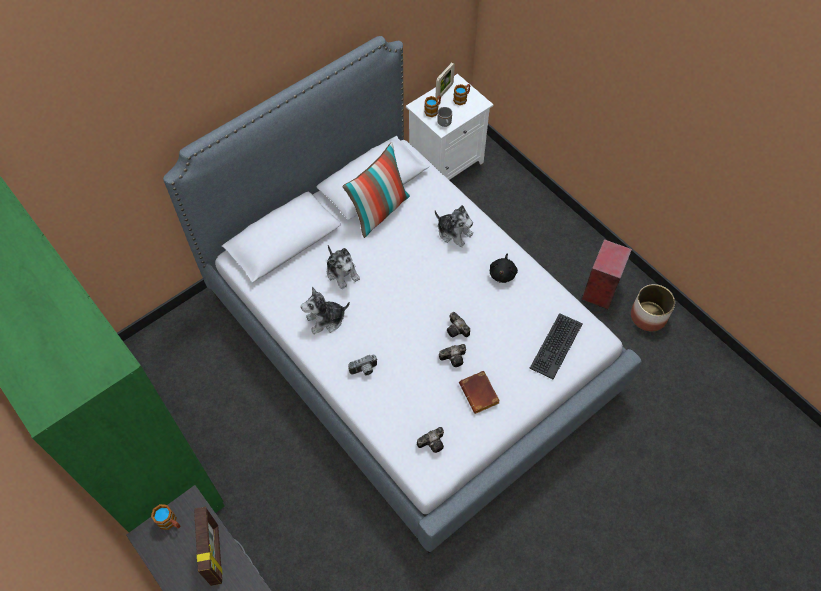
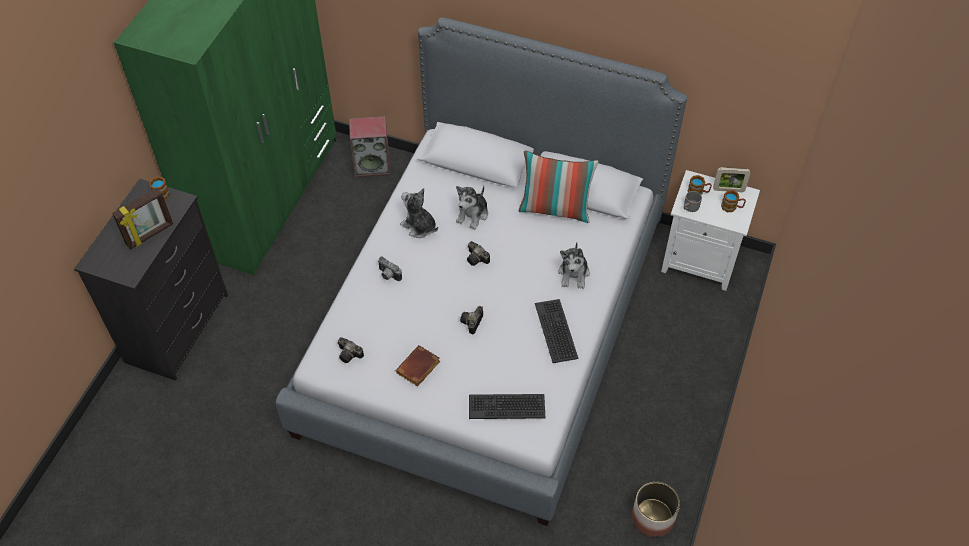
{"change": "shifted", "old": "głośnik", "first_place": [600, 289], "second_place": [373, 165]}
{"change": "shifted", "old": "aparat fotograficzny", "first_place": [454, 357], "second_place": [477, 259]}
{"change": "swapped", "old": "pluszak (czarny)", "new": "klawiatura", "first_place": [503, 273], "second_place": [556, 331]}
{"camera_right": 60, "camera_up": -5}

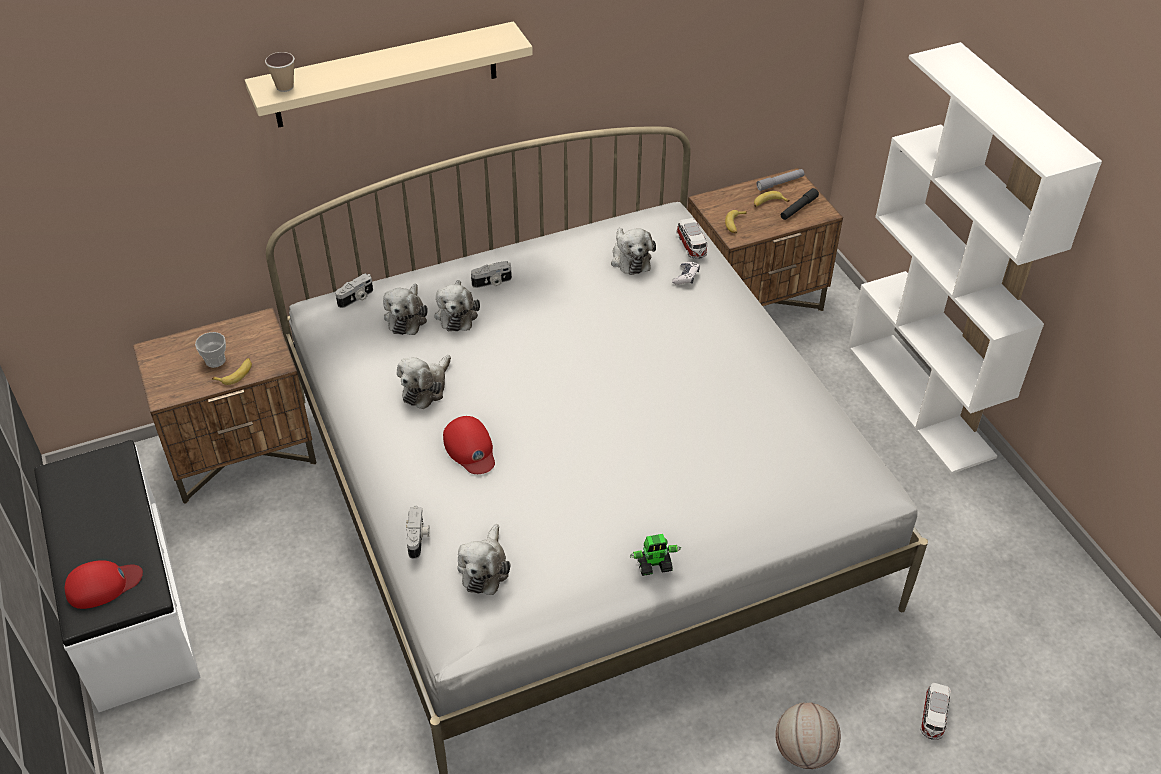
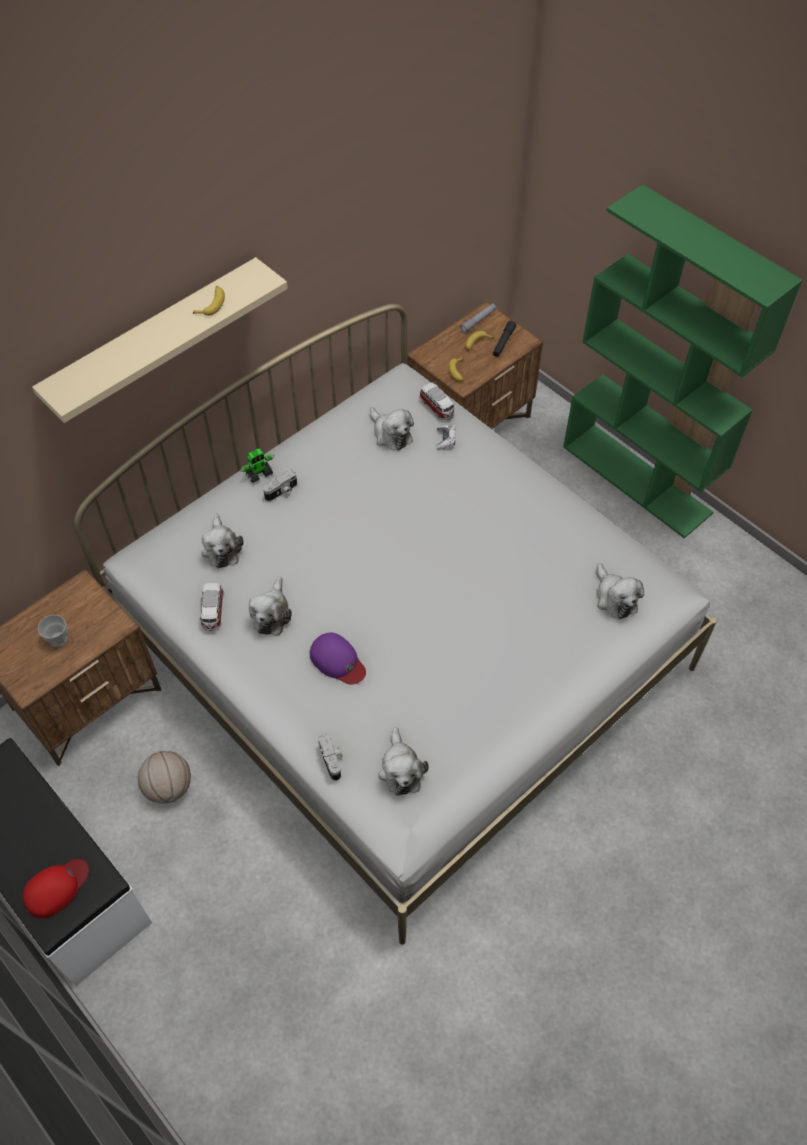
{"change": "shifted", "old": "piłka do koszykówki", "first_place": [803, 751], "second_place": [168, 787]}
{"change": "shifted", "old": "banan", "first_place": [236, 374], "second_place": [211, 304]}
{"change": "shifted", "old": "samochodzik", "first_place": [933, 717], "second_place": [213, 612]}
{"change": "shifted", "old": "robot zabawkowy", "first_place": [654, 565], "second_place": [259, 473]}
{"change": "repainted", "old": "czapka z daszkiem (czerwony)", "new": "czapka z daszkiem (fioletowy)", "first_place": [470, 448], "second_place": [337, 661]}
{"change": "repainted", "old": "regał (biały)", "new": "regał (zielony)", "first_place": [920, 401], "second_place": [637, 479]}
{"change": "shifted", "old": "pluszak", "first_place": [456, 314], "second_place": [615, 598]}
{"change": "gone", "old": "filiżanka", "first_place": [285, 87]}
{"change": "gone", "old": "aparat fotograficzny", "first_place": [356, 298]}
{"camera_right": -20, "camera_up": 10}

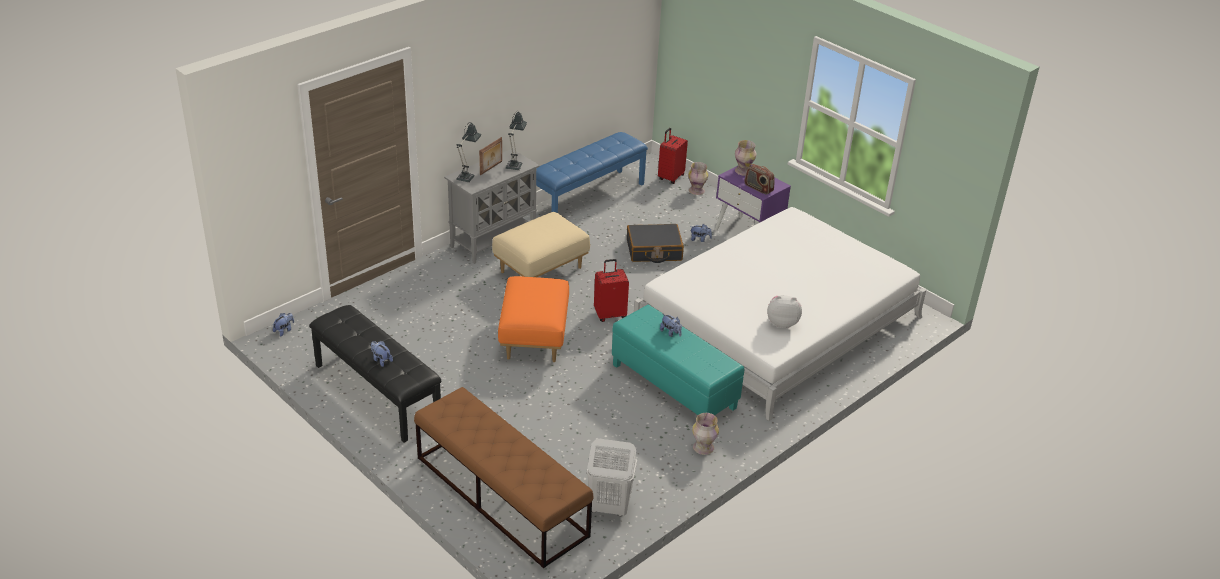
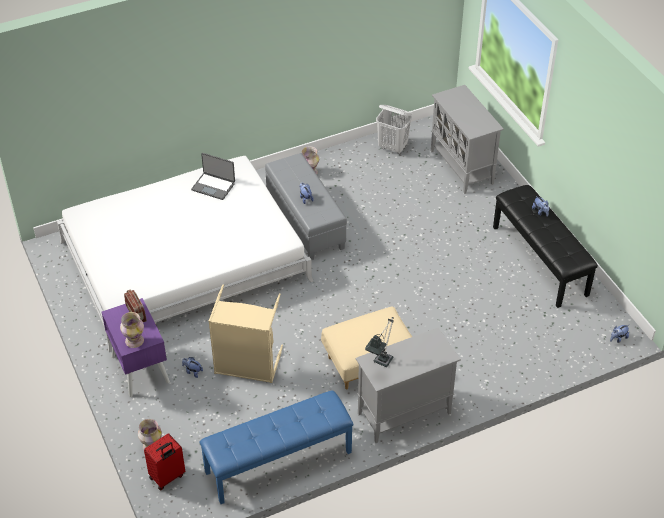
{"change": "swapped", "old": "pluszak", "new": "laptop", "first_place": [782, 322], "second_place": [213, 186]}
{"change": "swapped", "old": "walizka (czarny)", "new": "kosz na pranie (beżowy)", "first_place": [654, 250], "second_place": [247, 366]}
{"change": "repainted", "old": "pufa (turkusowy)", "new": "pufa (szary)", "first_place": [674, 386], "second_place": [305, 221]}
{"change": "swapped", "old": "ławka (brązowy)", "new": "szafka (szary)", "first_place": [501, 496], "second_place": [462, 167]}
{"change": "gone", "old": "lampa stołowa", "first_place": [467, 176]}
{"change": "gone", "old": "ramka na zdjęcie", "first_place": [491, 168]}
{"change": "gone", "old": "pufa (pomarańczowy)", "first_place": [533, 337]}
{"change": "gone", "old": "walizka (czerwony)", "first_place": [610, 314]}
{"camera_right": -160, "camera_up": 10}

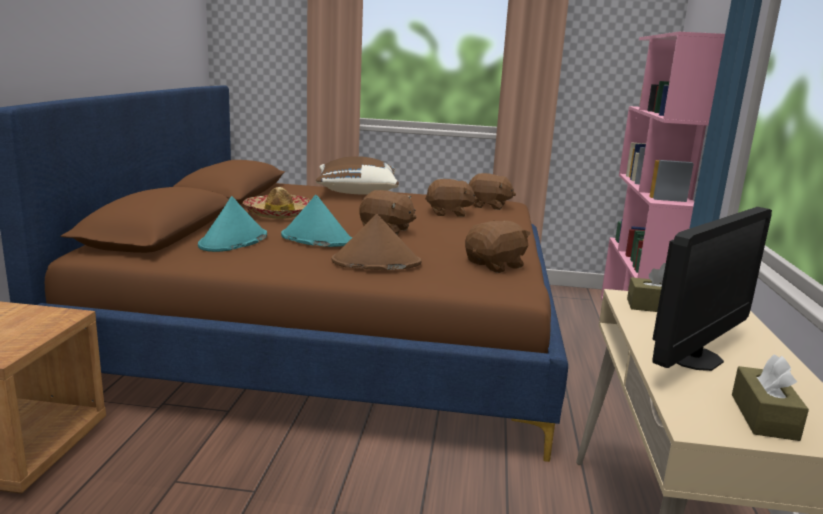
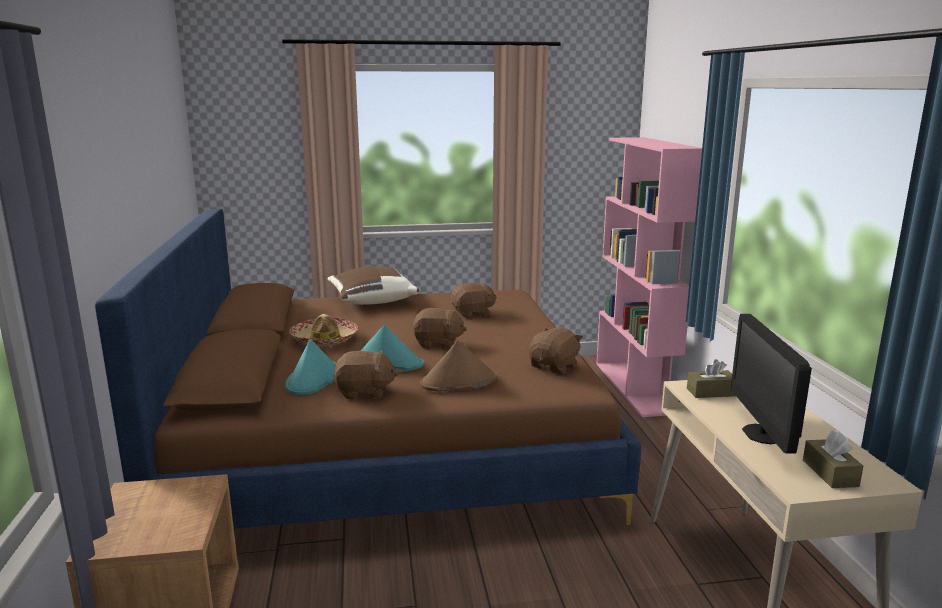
{"change": "shifted", "old": "pluszak (brązowy)", "first_place": [488, 206], "second_place": [365, 392]}
{"change": "rotated", "old": "monitor", "first_place": [694, 358], "second_place": [762, 434], "degrees": 150}
{"camera_right": -15, "camera_up": 0}

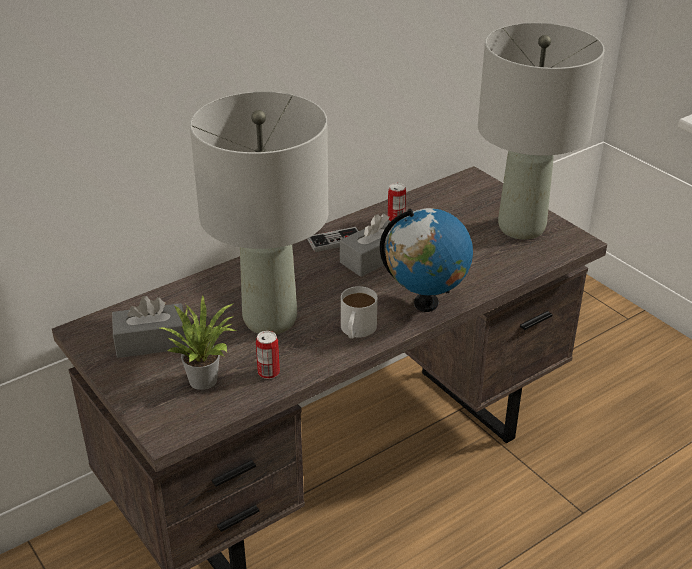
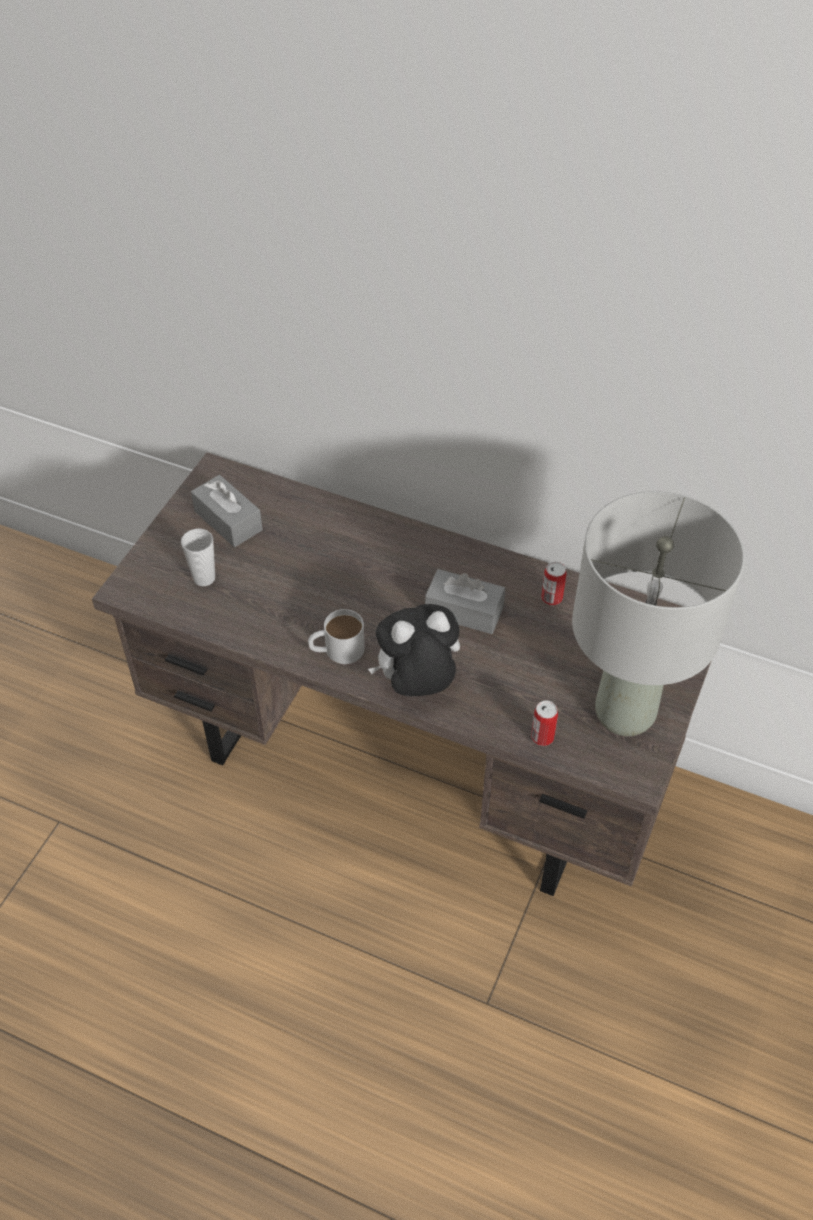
{"change": "swapped", "old": "roślina doniczkowa", "new": "filiżanka", "first_place": [205, 378], "second_place": [204, 578]}
{"change": "swapped", "old": "globus", "new": "pluszak", "first_place": [425, 303], "second_place": [417, 685]}
{"change": "shifted", "old": "puszka", "first_place": [268, 372], "second_place": [542, 737]}
{"change": "gone", "old": "lampa stołowa (szary)", "first_place": [269, 319]}
{"change": "gone", "old": "pad do gier", "first_place": [335, 241]}
{"camera_right": 60, "camera_up": 15}

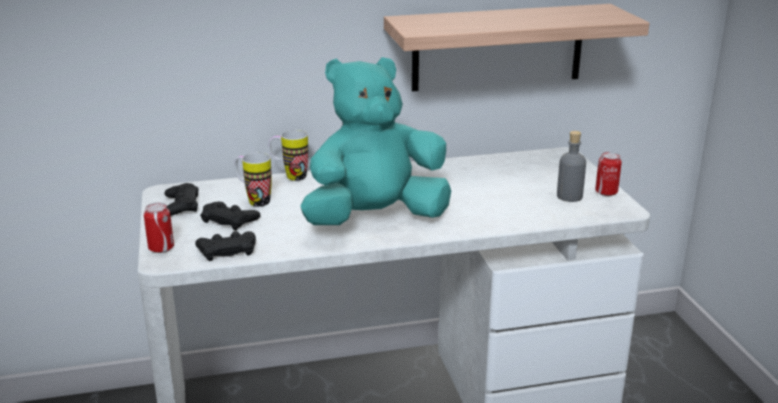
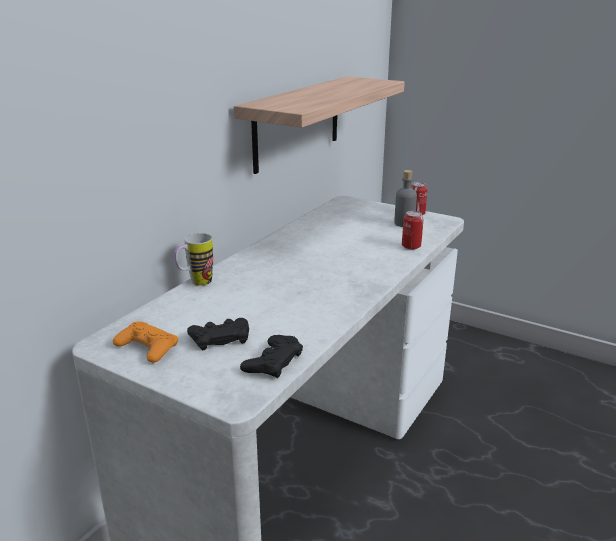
{"change": "repainted", "old": "pad do gier (czarny)", "new": "pad do gier (pomarańczowy)", "first_place": [181, 205], "second_place": [147, 347]}
{"change": "shifted", "old": "puszka", "first_place": [161, 248], "second_place": [411, 246]}
{"change": "gone", "old": "kubek", "first_place": [254, 200]}
{"change": "gone", "old": "pluszak (turkusowy)", "first_place": [375, 218]}
{"camera_right": -45, "camera_up": 0}

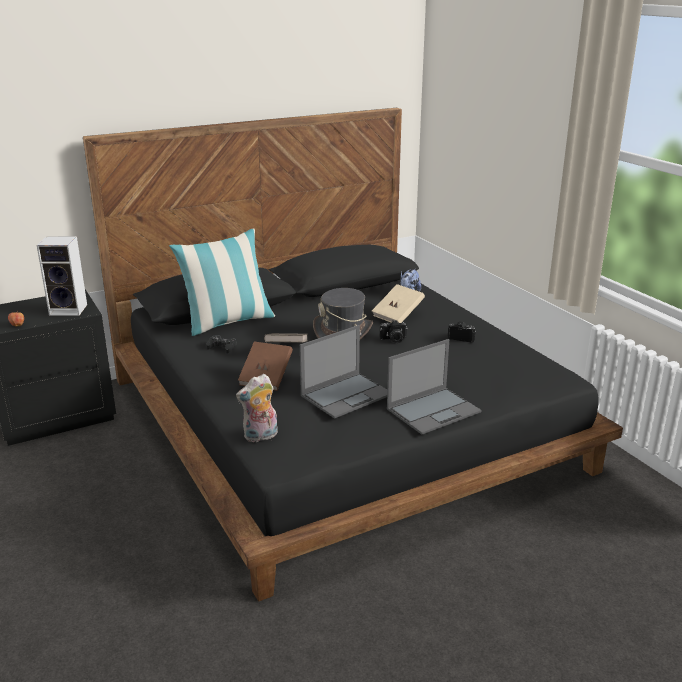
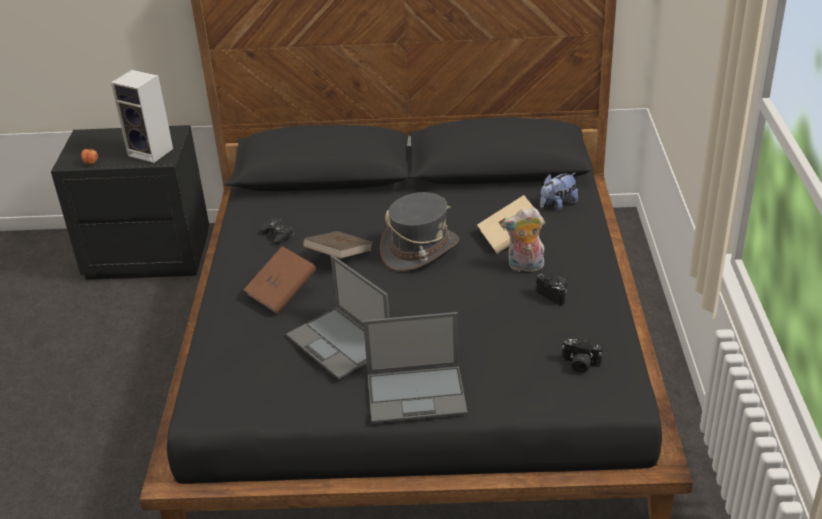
{"change": "rotated", "old": "laptop", "first_place": [347, 395], "second_place": [340, 343], "degrees": 60}
{"change": "shifted", "old": "pluszak", "first_place": [260, 437], "second_place": [525, 267]}
{"change": "shifted", "old": "aparat fotograficzny", "first_place": [393, 339], "second_place": [580, 365]}
{"change": "gone", "old": "poduszka", "first_place": [227, 322]}
{"camera_right": 30, "camera_up": 10}

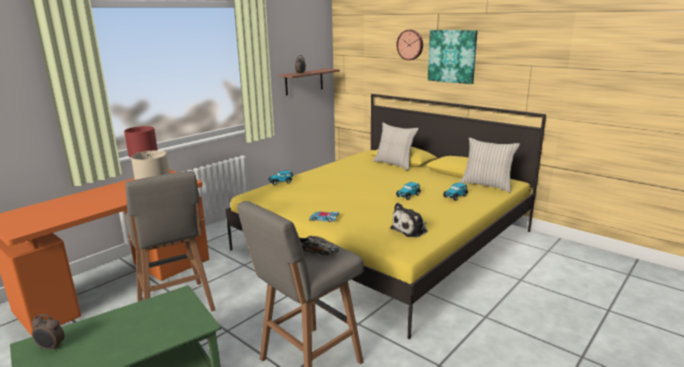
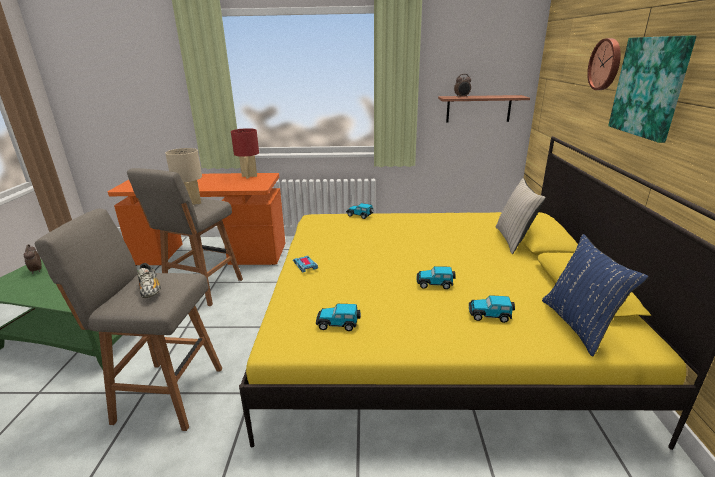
{"change": "swapped", "old": "pluszak", "new": "samochodzik", "first_place": [411, 230], "second_place": [338, 324]}
{"change": "repainted", "old": "poduszka (beżowy)", "new": "poduszka (niebieski)", "first_place": [486, 185], "second_place": [578, 325]}
{"camera_right": 50, "camera_up": 5}

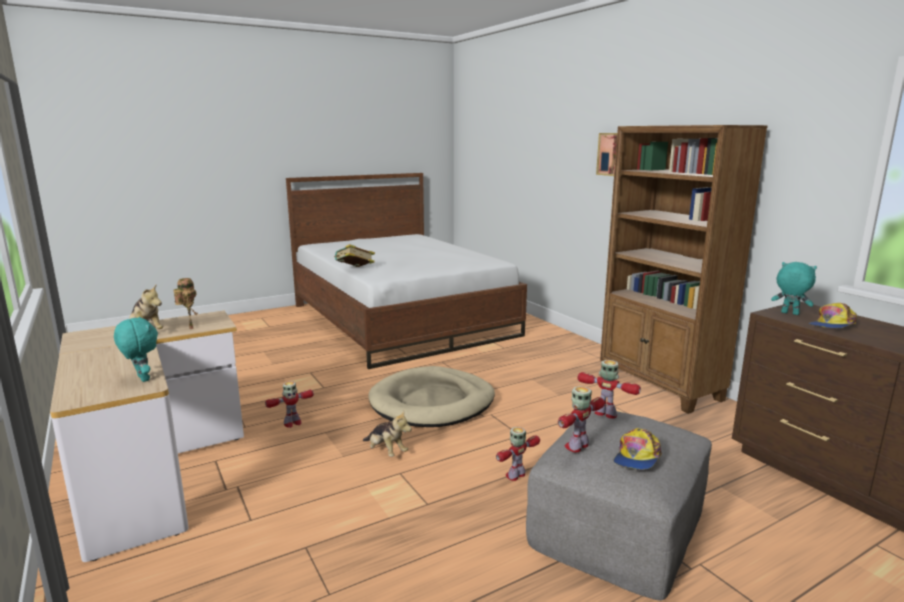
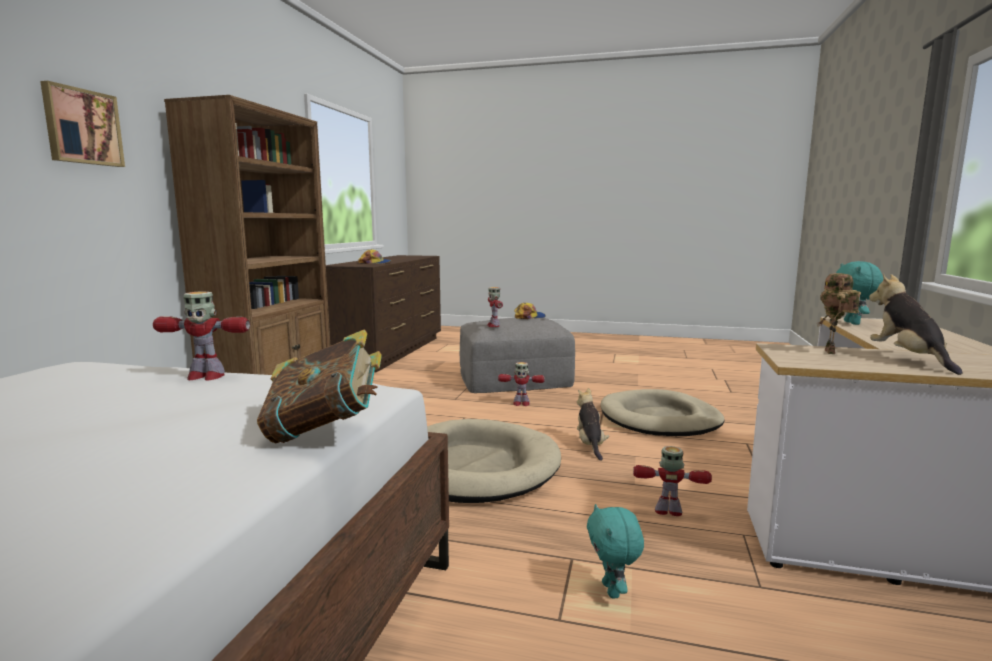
{"change": "shifted", "old": "robot zabawkowy", "first_place": [577, 446], "second_place": [205, 376]}
{"change": "shifted", "old": "pluszak (turkusowy)", "first_place": [789, 313], "second_place": [612, 590]}
{"change": "new", "new": "legowisko (beżowy)", "second_place": [660, 419]}
{"camera_right": -135, "camera_up": -5}

